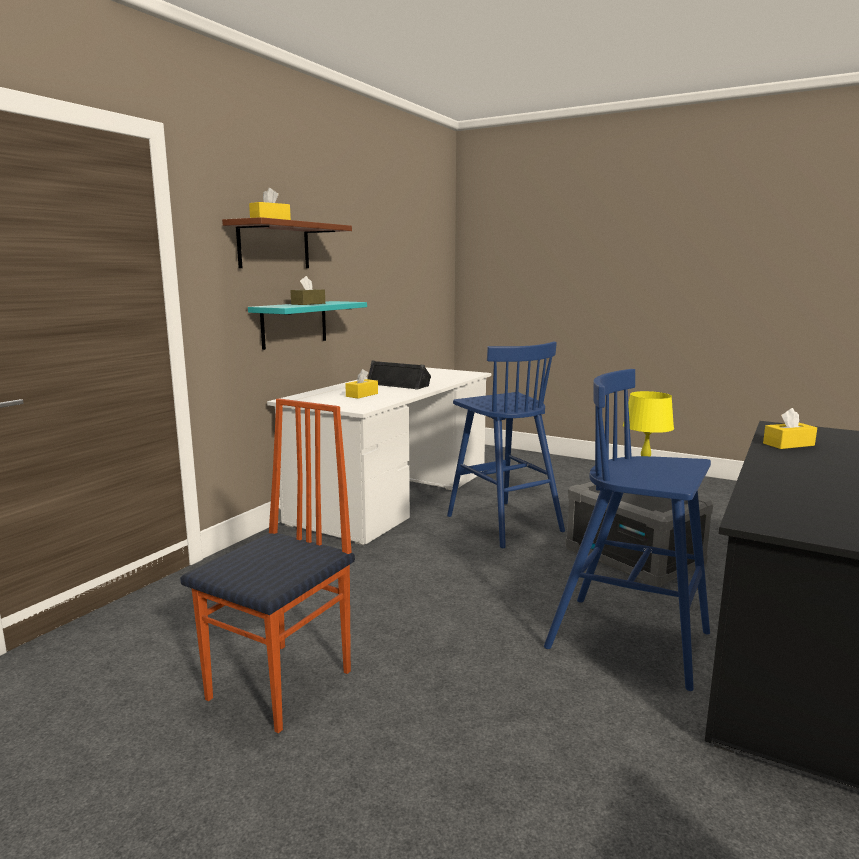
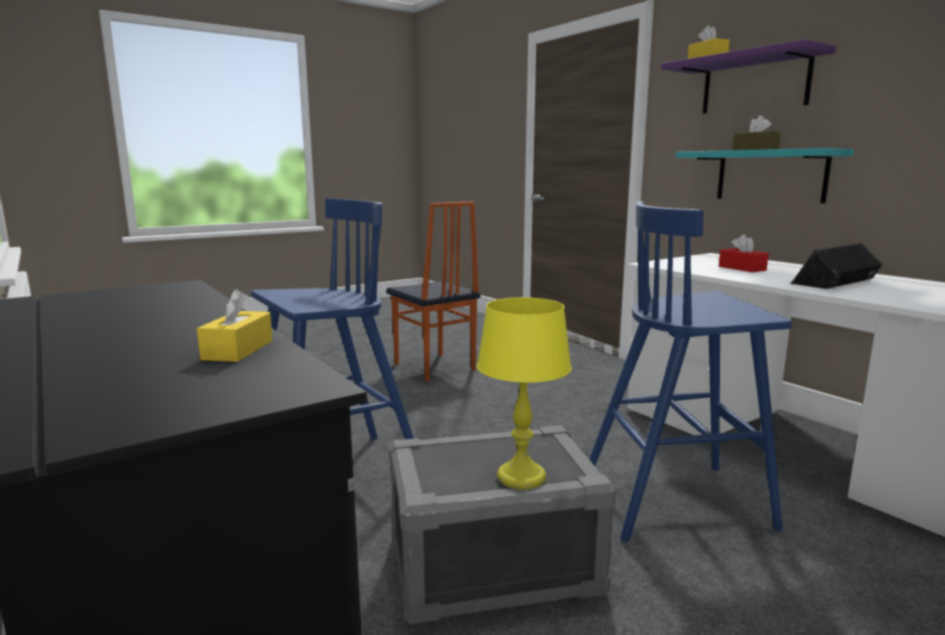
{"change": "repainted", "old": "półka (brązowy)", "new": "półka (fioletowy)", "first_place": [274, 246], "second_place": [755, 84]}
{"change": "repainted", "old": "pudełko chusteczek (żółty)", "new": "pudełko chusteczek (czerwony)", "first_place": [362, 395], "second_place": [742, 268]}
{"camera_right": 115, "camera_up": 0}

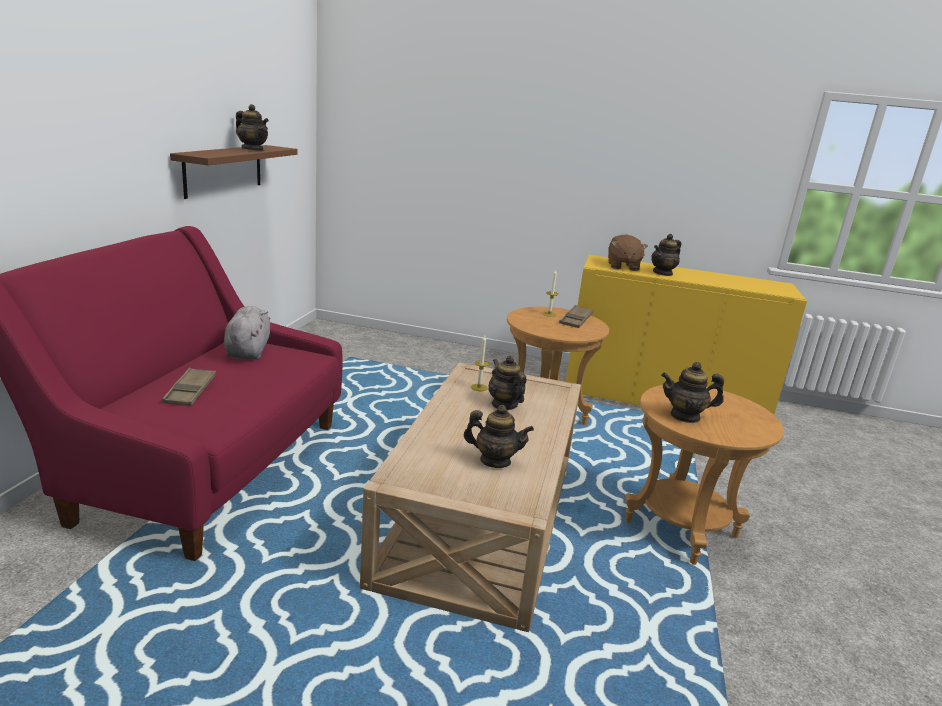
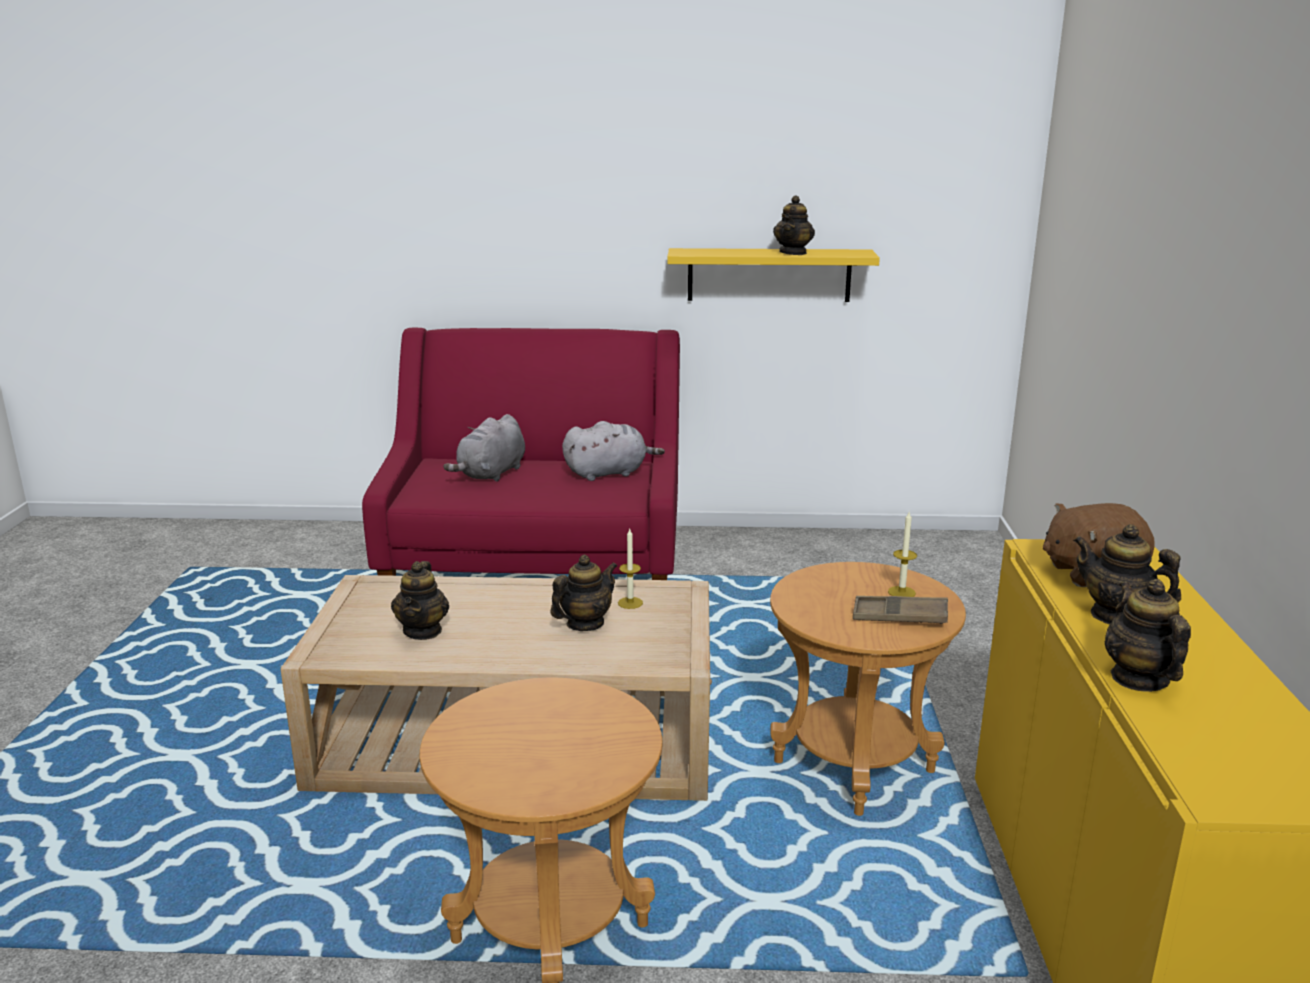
{"change": "swapped", "old": "taca (brązowy)", "new": "pluszak (szary)", "first_place": [190, 391], "second_place": [491, 474]}
{"change": "repainted", "old": "półka (brązowy)", "new": "półka (żółty)", "first_place": [224, 170], "second_place": [769, 275]}
{"change": "shifted", "old": "imbryk", "first_place": [685, 416], "second_place": [1139, 679]}
{"camera_right": 80, "camera_up": 0}

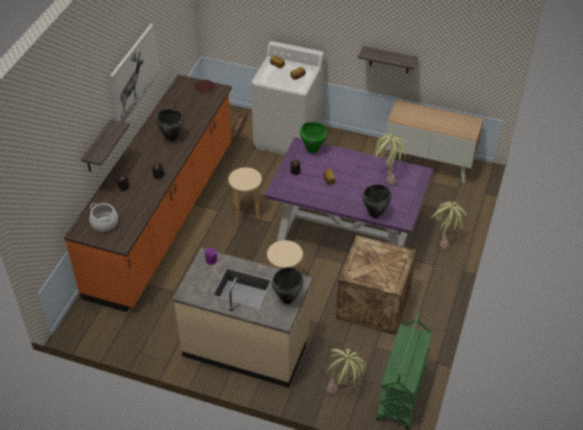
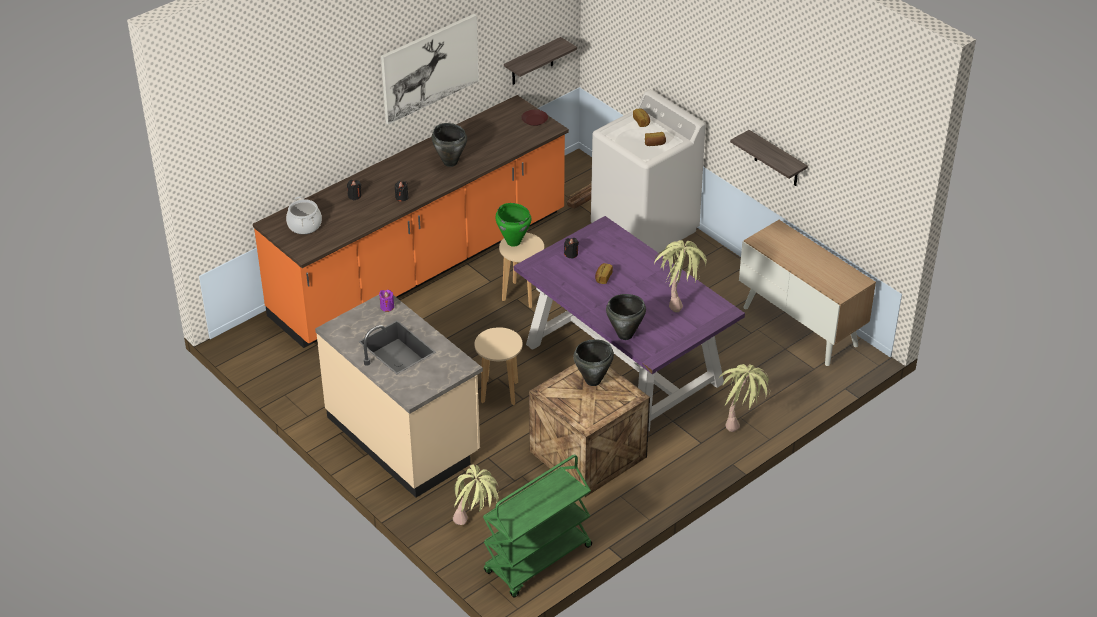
{"change": "shifted", "old": "garnek (zielony)", "first_place": [312, 150], "second_place": [513, 242]}
{"change": "shifted", "old": "półka", "first_place": [97, 147], "second_place": [532, 62]}
{"change": "shifted", "old": "garnek (czarny)", "first_place": [288, 299], "second_place": [593, 381]}
{"camera_right": 30, "camera_up": -5}

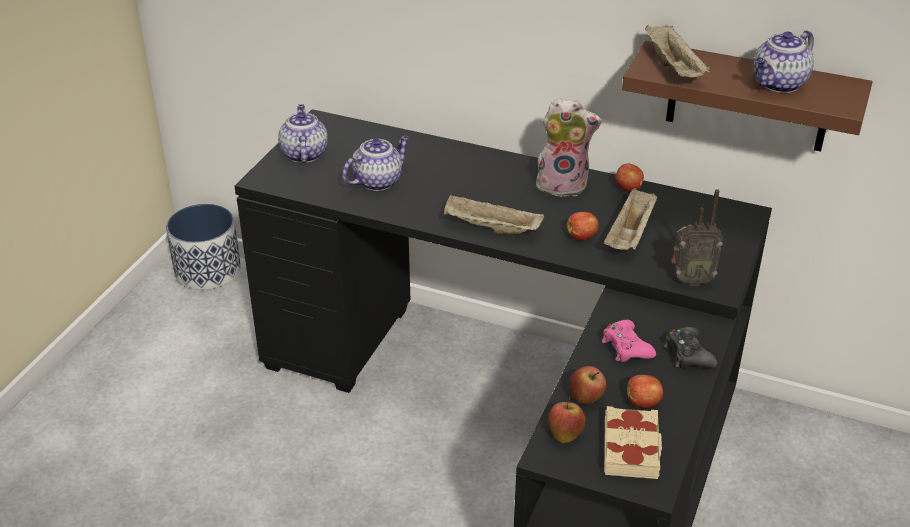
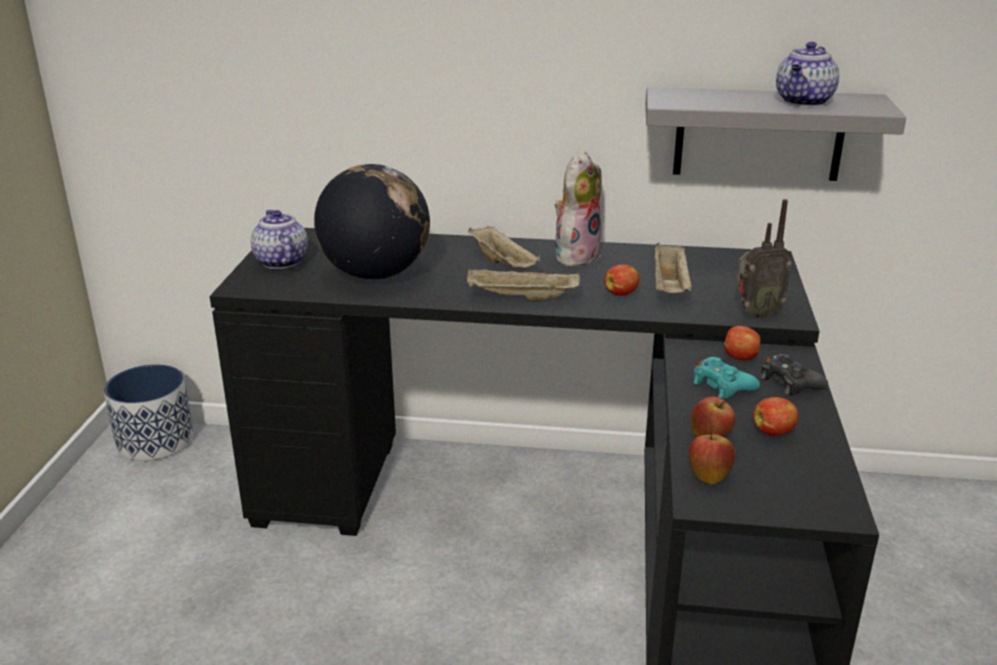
{"change": "swapped", "old": "imbryk", "new": "globus", "first_place": [378, 181], "second_place": [375, 274]}
{"change": "shifted", "old": "taca (beżowy)", "first_place": [674, 68], "second_place": [504, 264]}
{"change": "rotated", "old": "pluszak", "first_place": [563, 184], "second_place": [575, 255], "degrees": -45}
{"change": "repainted", "old": "półka (brązowy)", "new": "półka (szary)", "first_place": [748, 97], "second_place": [759, 134]}
{"change": "repainted", "old": "pad do gier (różowy)", "new": "pad do gier (turkusowy)", "first_place": [626, 347], "second_place": [721, 385]}
{"change": "shifted", "old": "jabłko", "first_place": [629, 188], "second_place": [741, 358]}
{"change": "gone", "old": "książka (beżowy)", "first_place": [632, 448]}
{"camera_right": -15, "camera_up": -10}

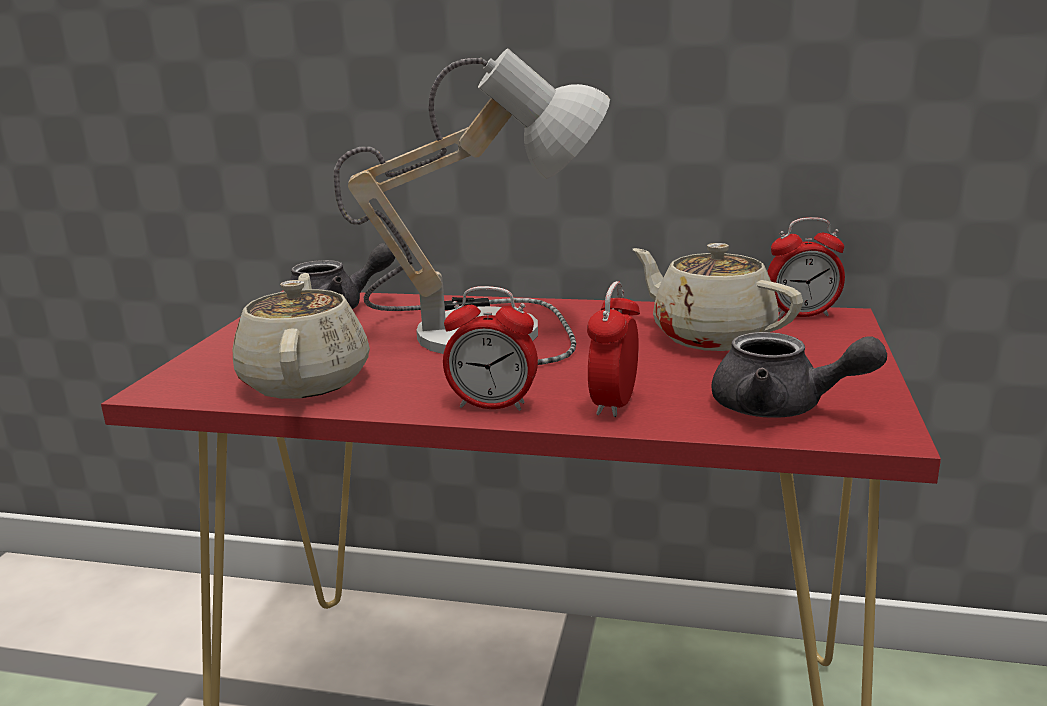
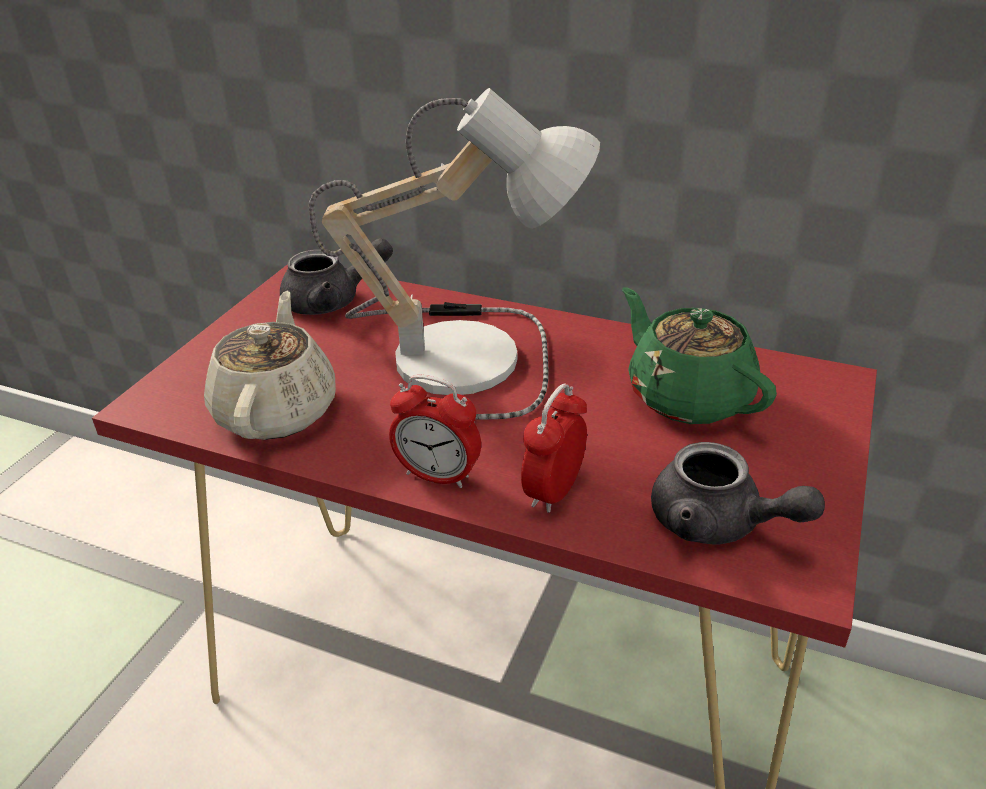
{"change": "repainted", "old": "imbryk (beżowy)", "new": "imbryk (zielony)", "first_place": [710, 336], "second_place": [687, 396]}
{"change": "gone", "old": "budzik", "first_place": [801, 315]}
{"camera_right": 10, "camera_up": 15}

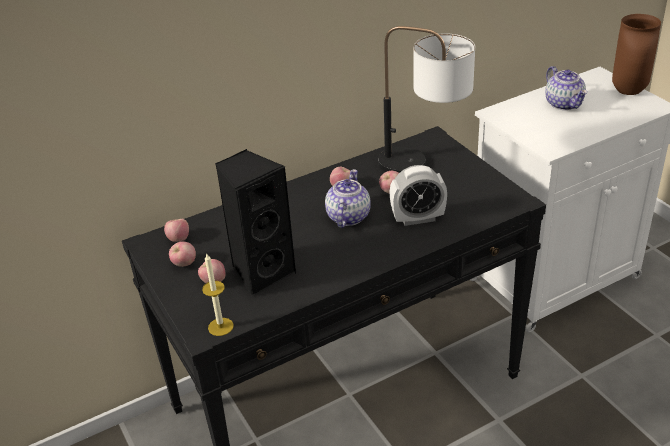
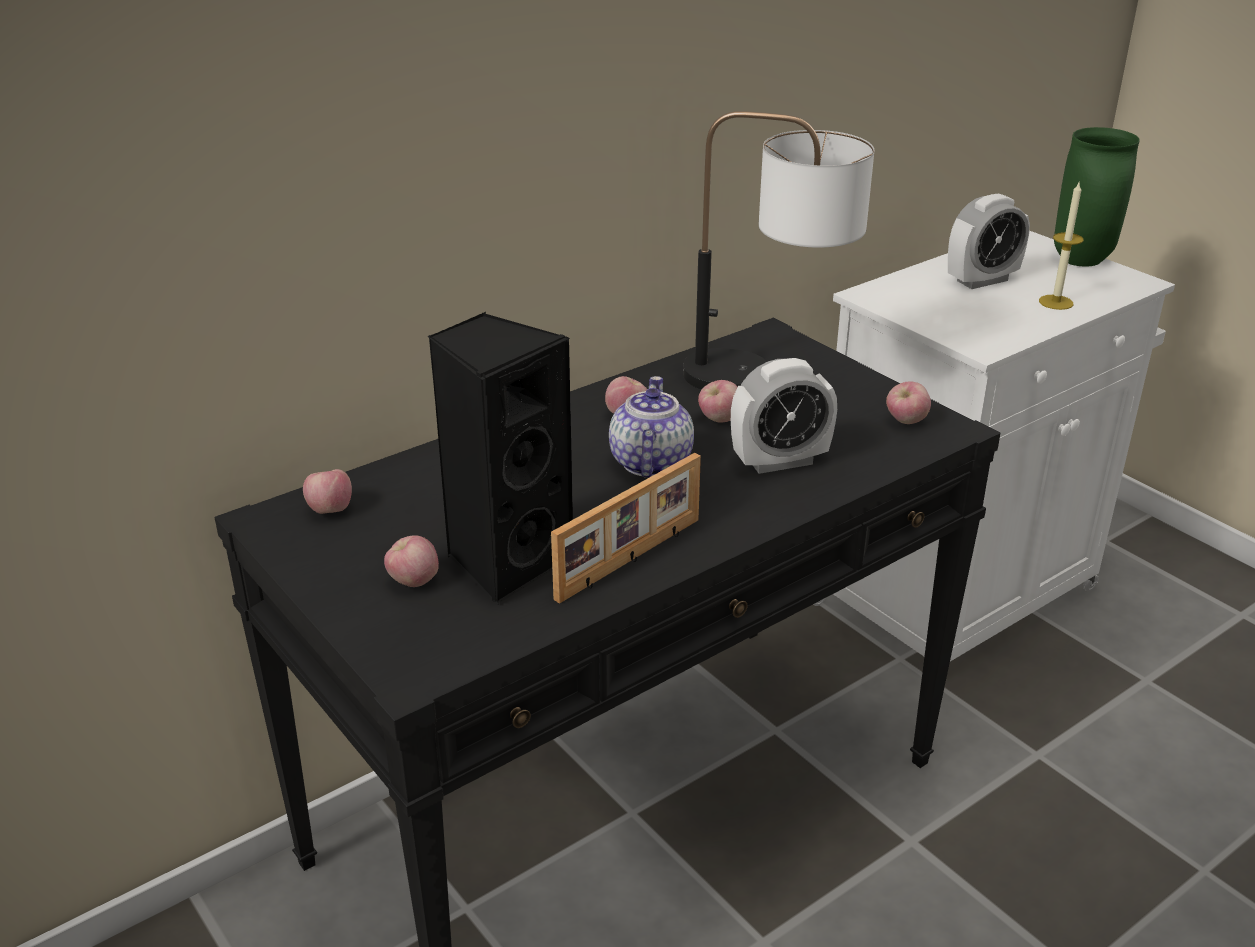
{"change": "new", "new": "ramka na zdjęcie", "second_place": [631, 559]}
{"change": "shifted", "old": "jabłko", "first_place": [184, 264], "second_place": [906, 422]}
{"change": "swapped", "old": "imbryk", "new": "budzik", "first_place": [564, 104], "second_place": [982, 280]}
{"change": "shifted", "old": "świeca", "first_place": [220, 327], "second_place": [1056, 302]}
{"change": "repainted", "old": "wazon (brązowy)", "new": "wazon (zielony)", "first_place": [627, 91], "second_place": [1079, 261]}
{"camera_right": -10, "camera_up": -5}

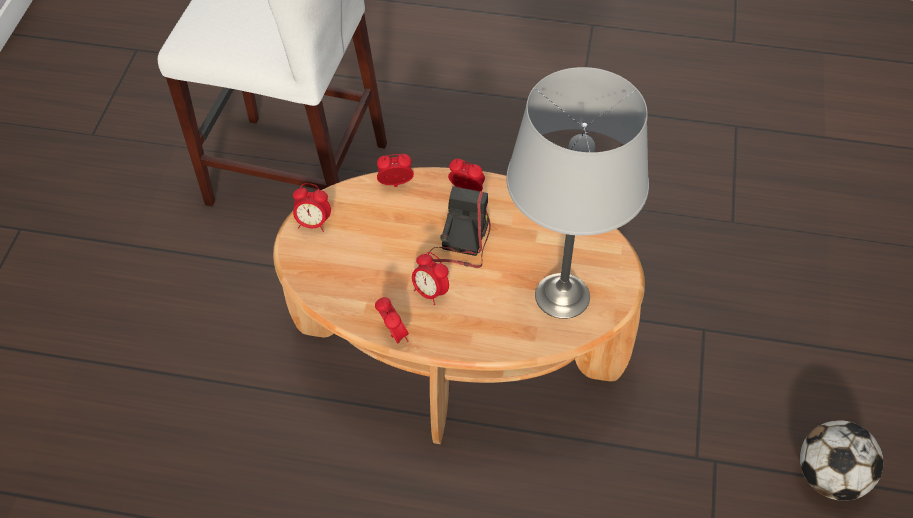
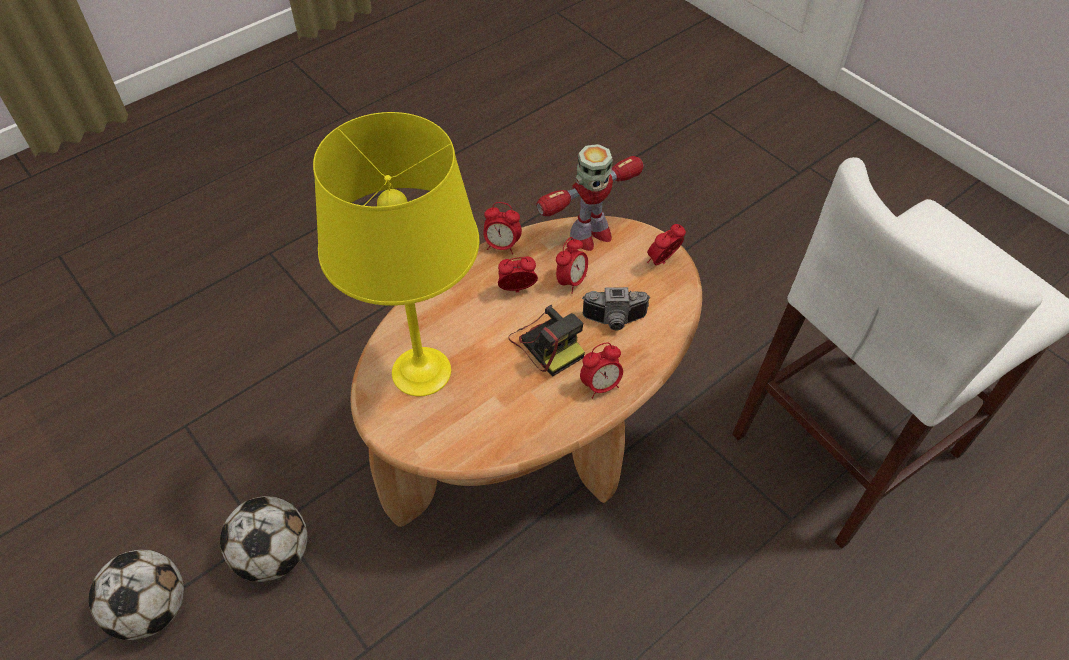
{"change": "new", "new": "piłka futbolowa", "second_place": [274, 555]}
{"change": "repainted", "old": "lampa stołowa (szary)", "new": "lampa stołowa (żółty)", "first_place": [561, 296], "second_place": [421, 370]}
{"change": "new", "new": "robot zabawkowy", "second_place": [589, 235]}
{"change": "shifted", "old": "budzik", "first_place": [395, 185], "second_place": [571, 281]}
{"change": "new", "new": "aparat fotograficzny", "second_place": [614, 322]}
{"camera_right": 130, "camera_up": 0}

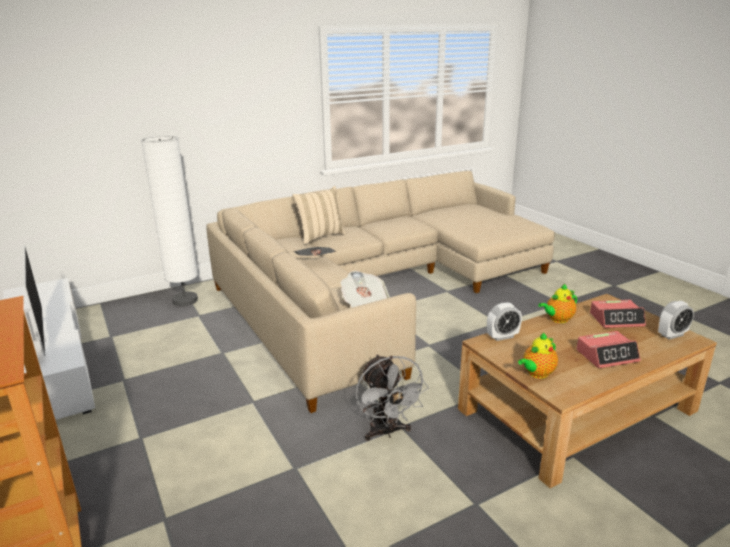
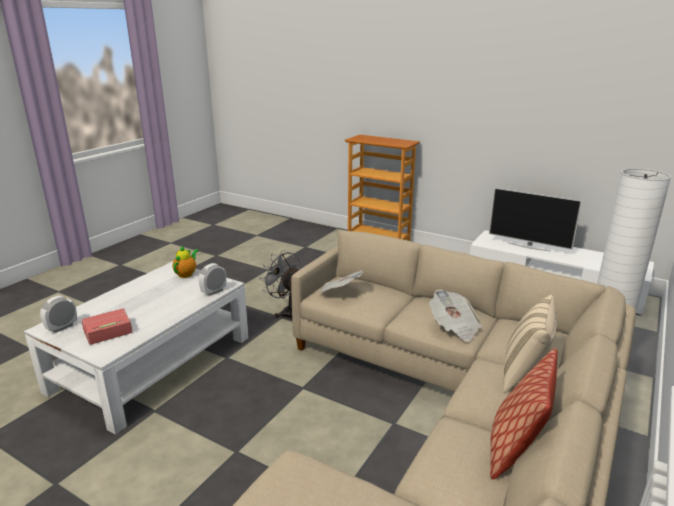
{"change": "repainted", "old": "ława (brązowy)", "new": "ława (biały)", "first_place": [577, 410], "second_place": [152, 363]}
{"change": "new", "new": "poduszka", "second_place": [515, 449]}
{"change": "gone", "old": "imbryk", "first_place": [557, 319]}
{"change": "gone", "old": "budzik", "first_place": [607, 355]}
{"camera_right": 150, "camera_up": 0}

